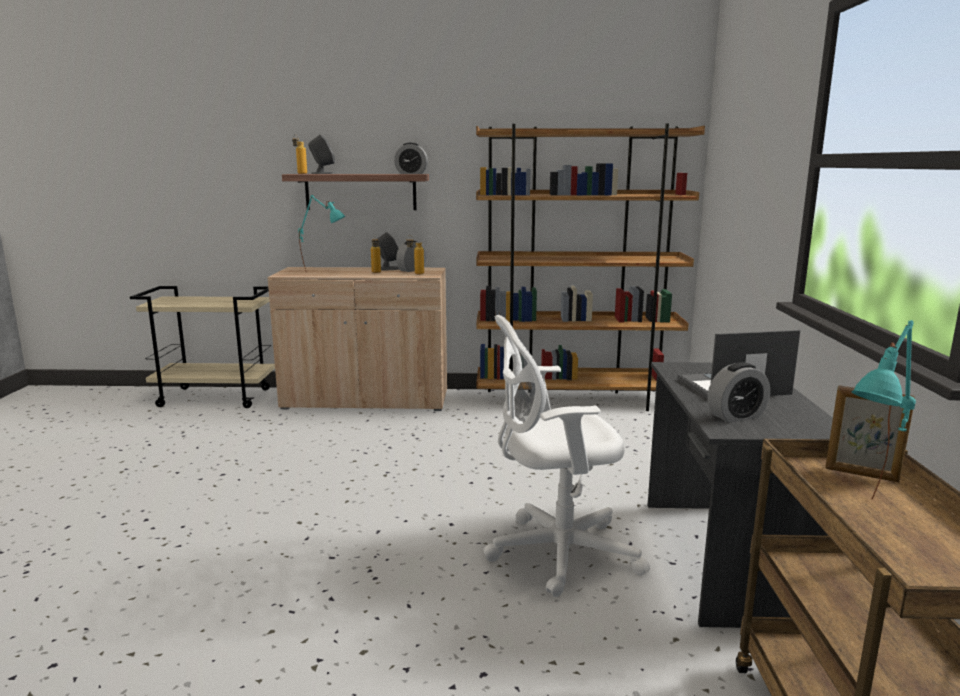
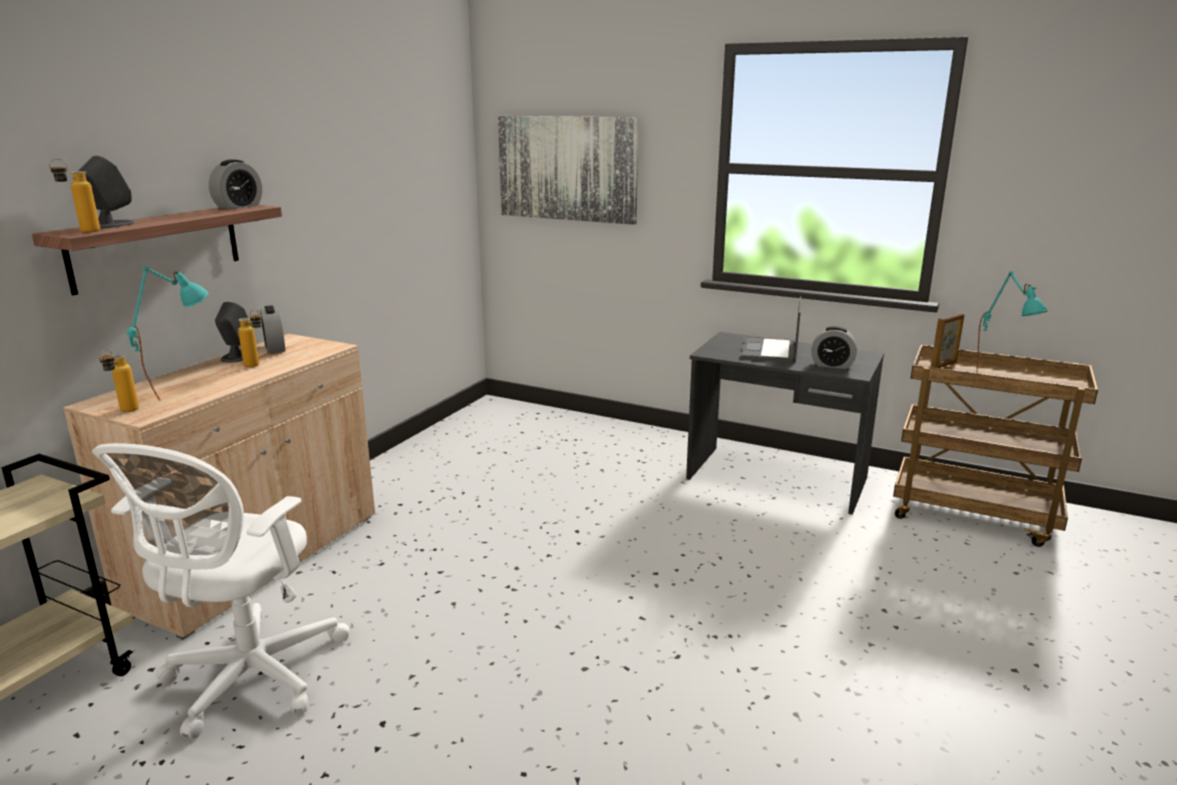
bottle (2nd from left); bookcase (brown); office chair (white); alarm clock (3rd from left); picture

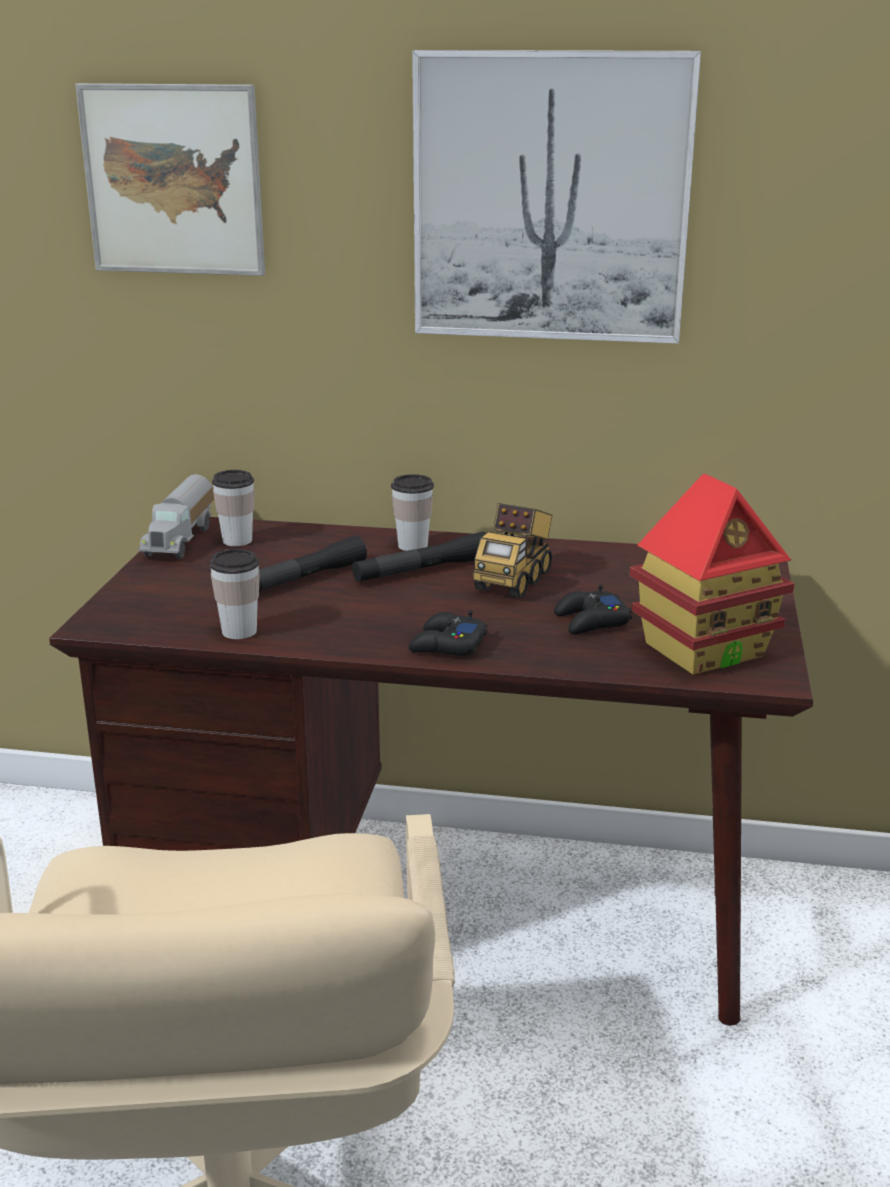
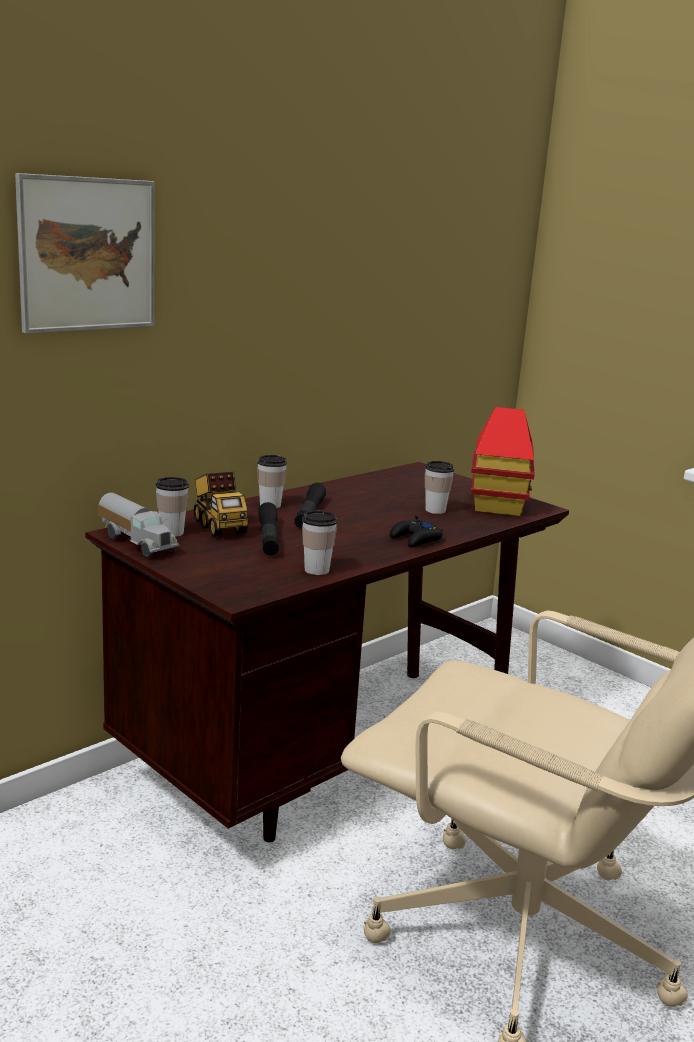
picture (2nd from left in the first image); toy truck (2nd from left); cup (4th from left)

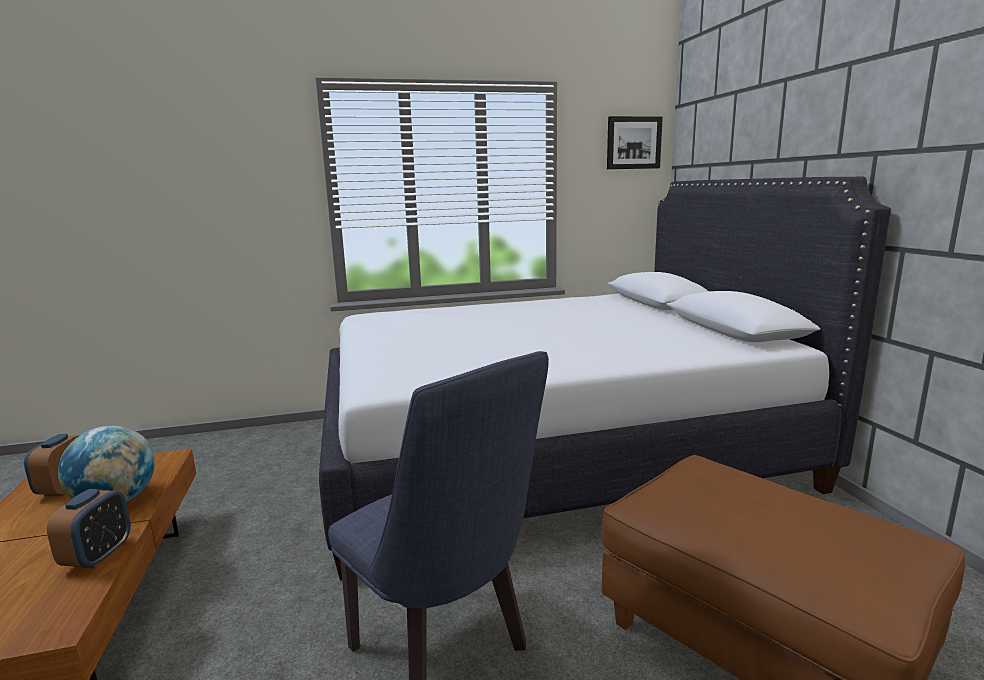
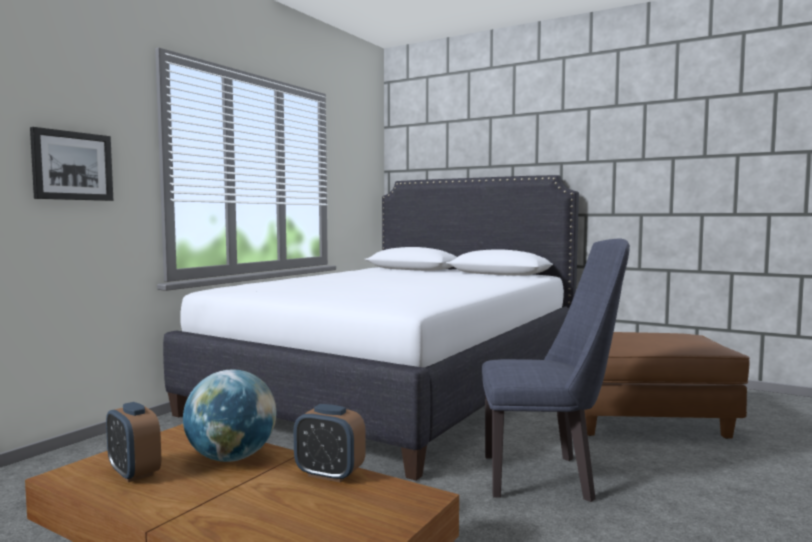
alarm clock (2nd from left); picture

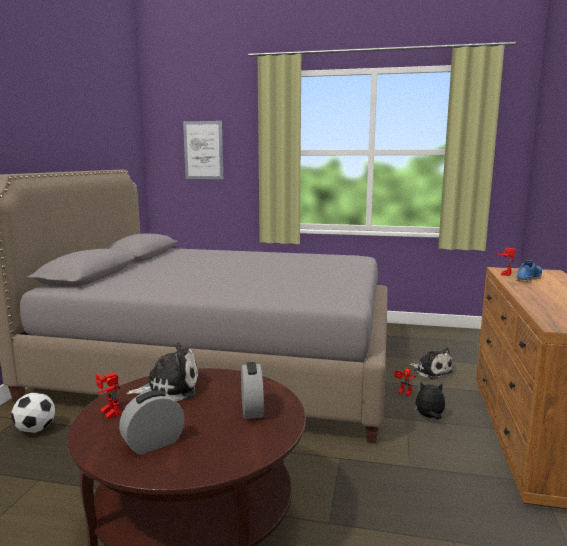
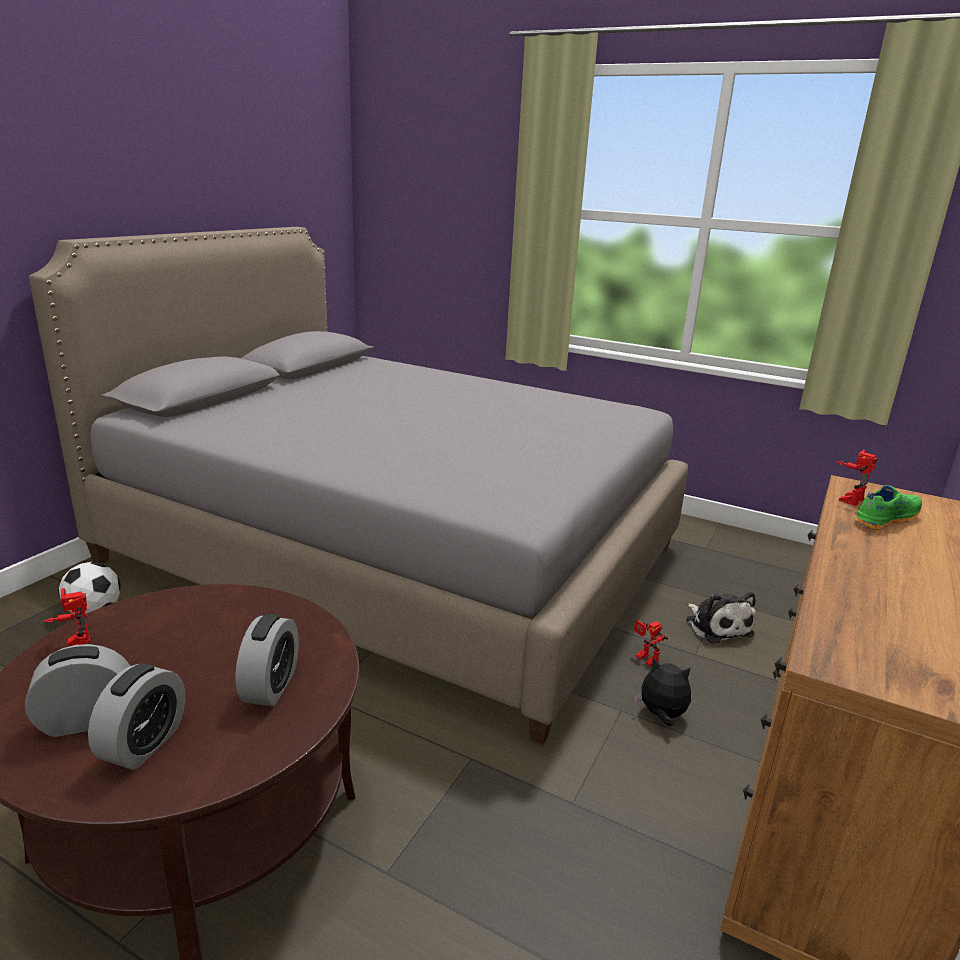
plush toy (1st from left in the first image); picture; shoe (green); alarm clock (2nd from left)

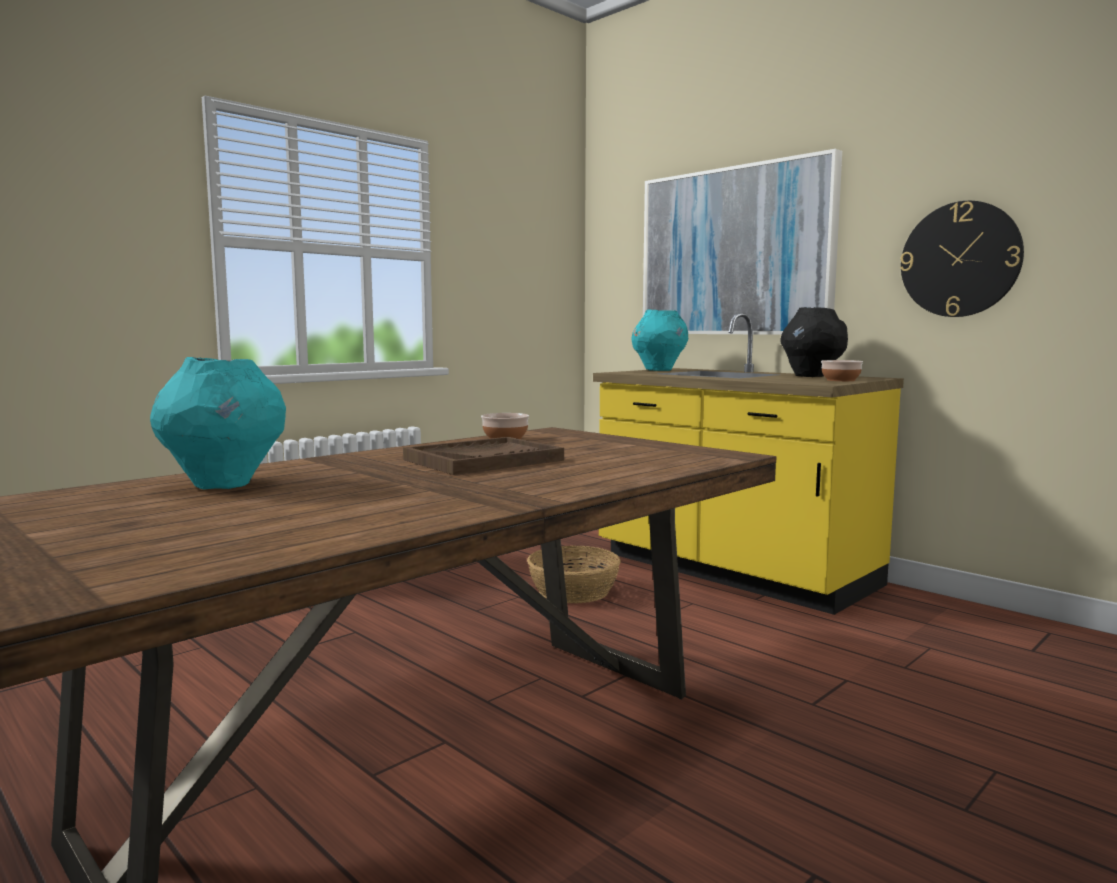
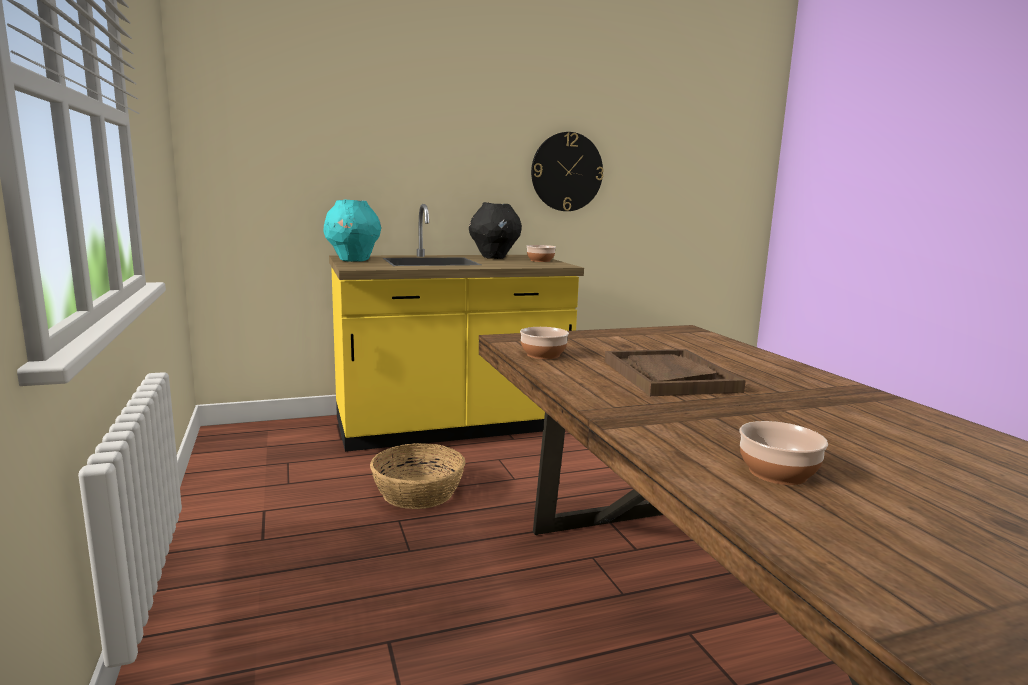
bowl (3rd from left); picture

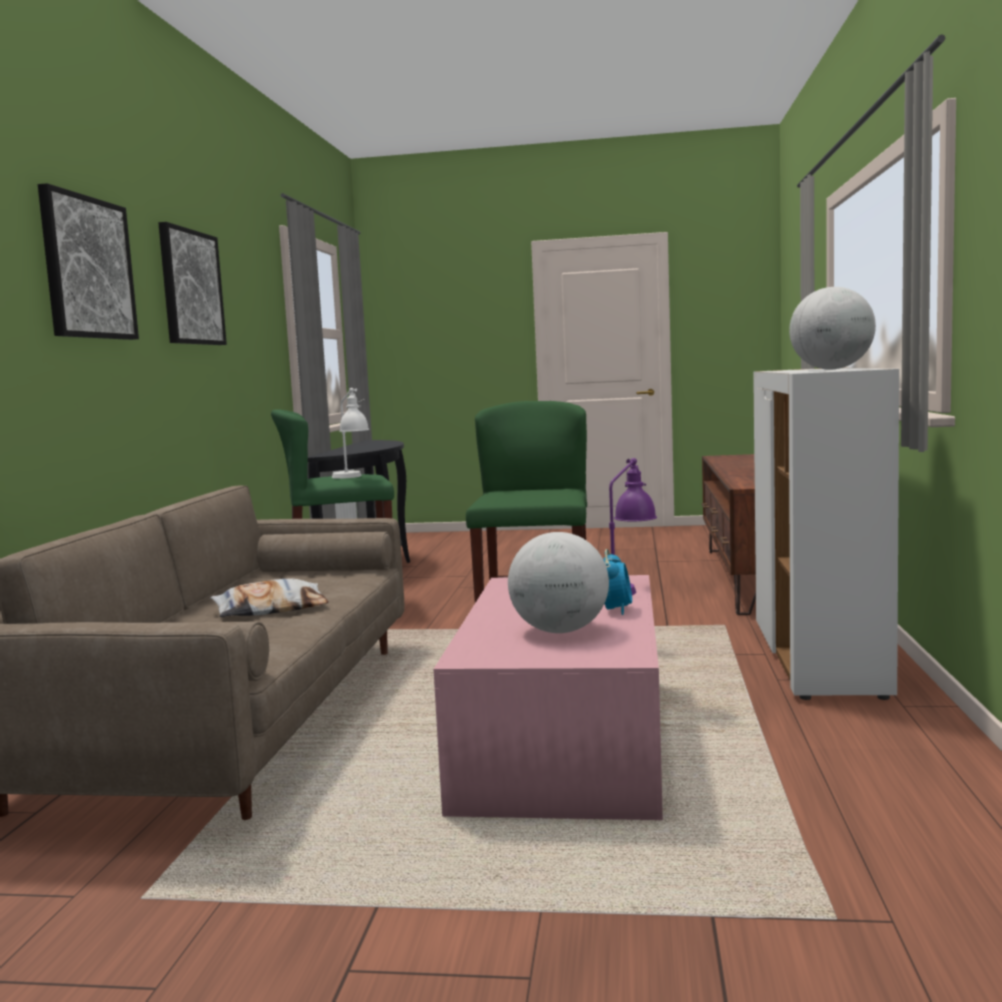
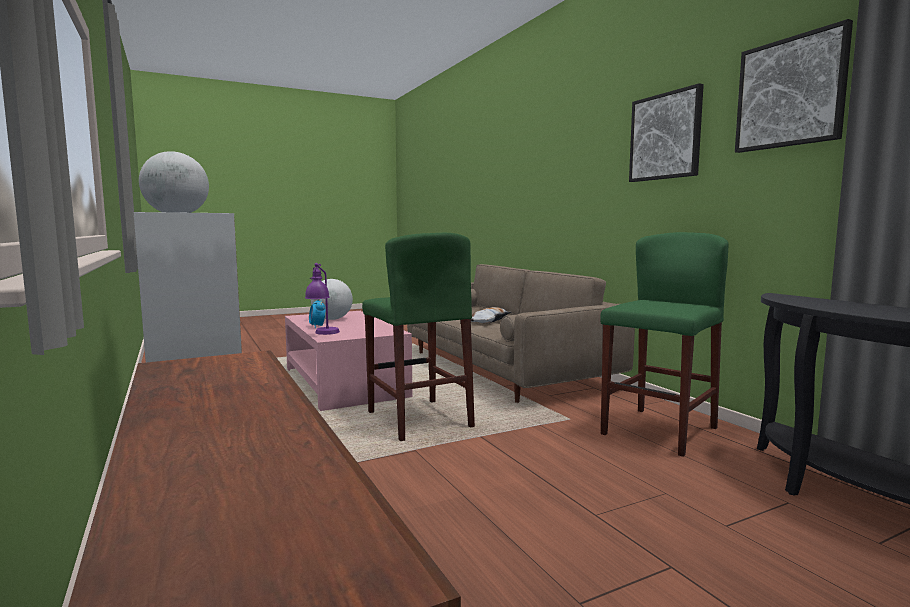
picture (2nd from left); table lamp (white)

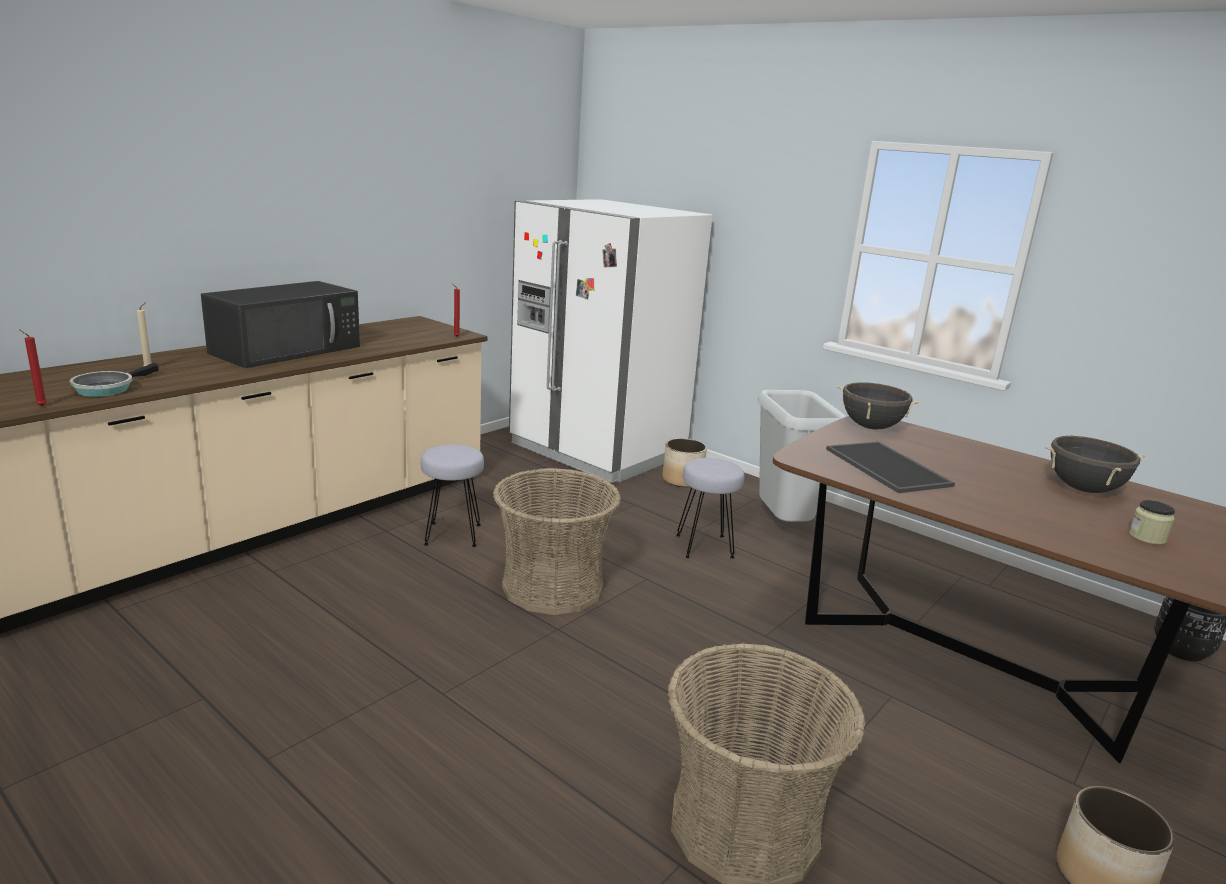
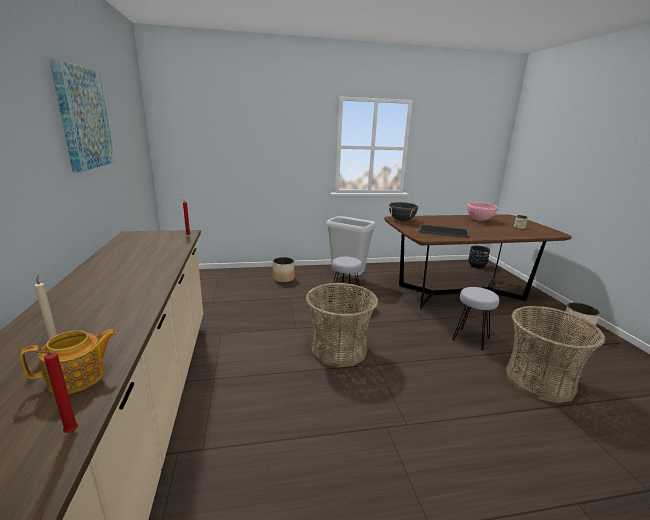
teapot; microwave (black); stool (grey) (2nd from left); fridge (white); cooking pot (pink); picture

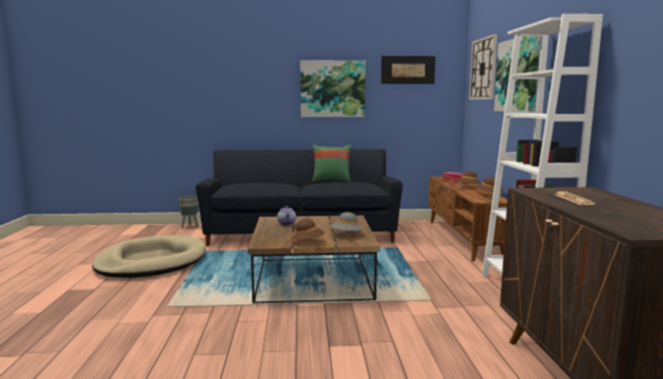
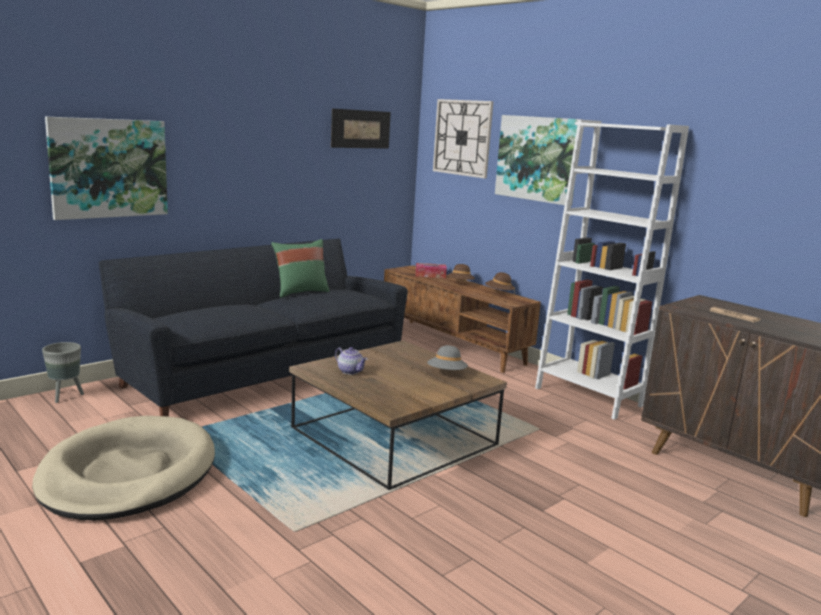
hat (brown) (1st from left in the first image); picture (1st from left)

